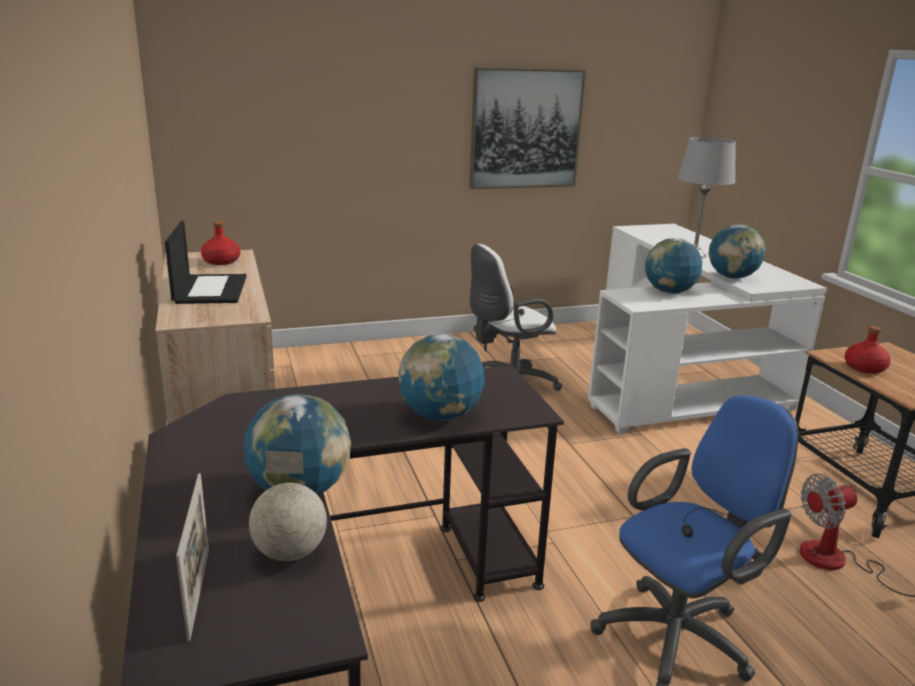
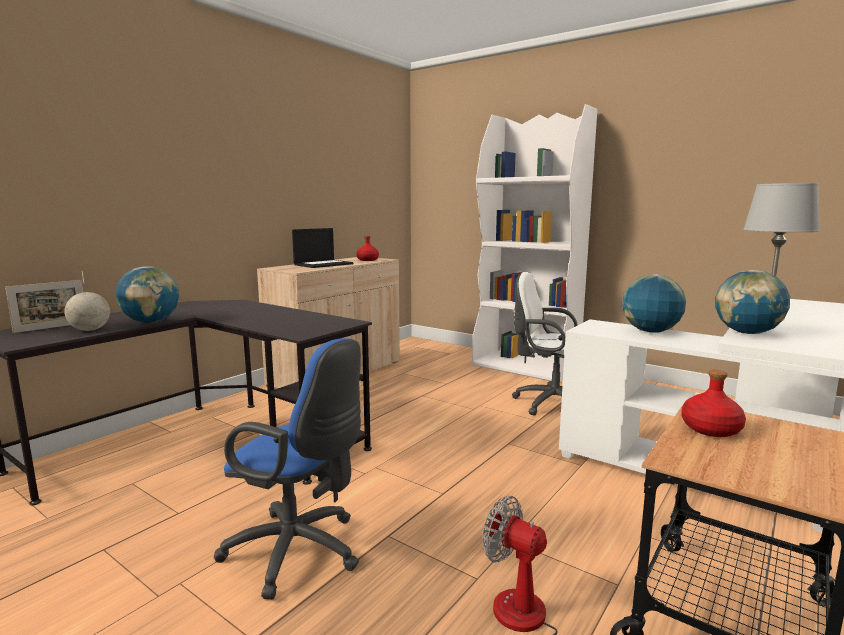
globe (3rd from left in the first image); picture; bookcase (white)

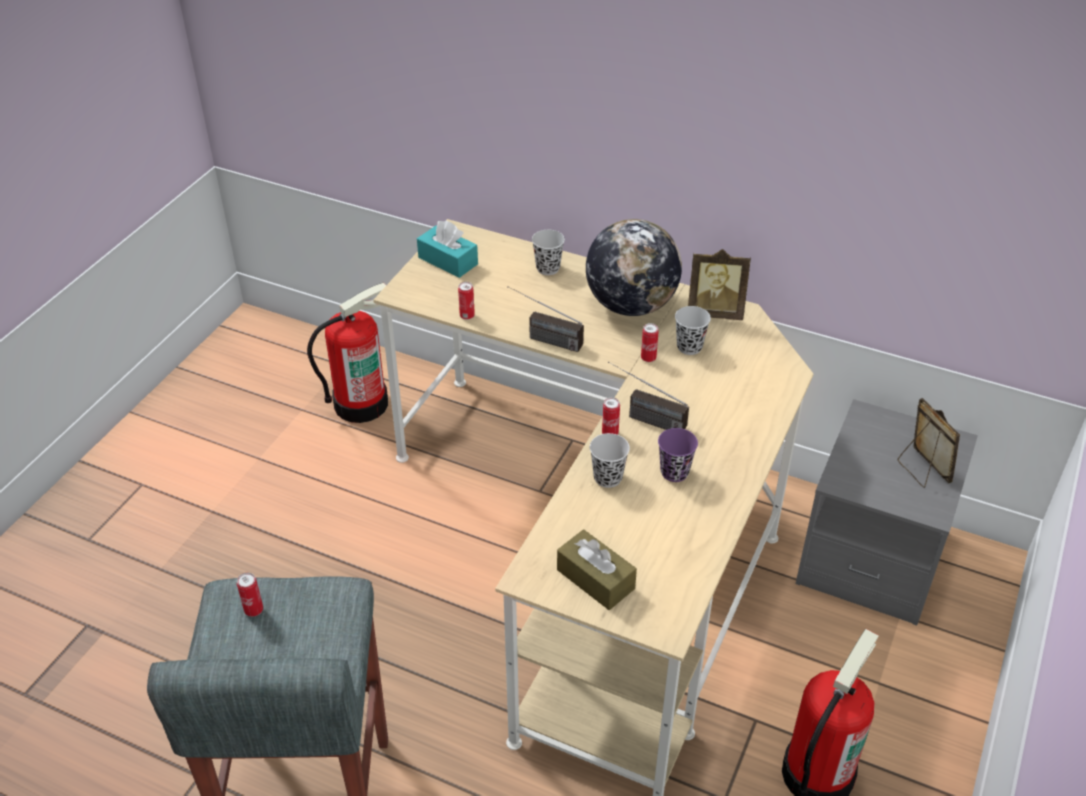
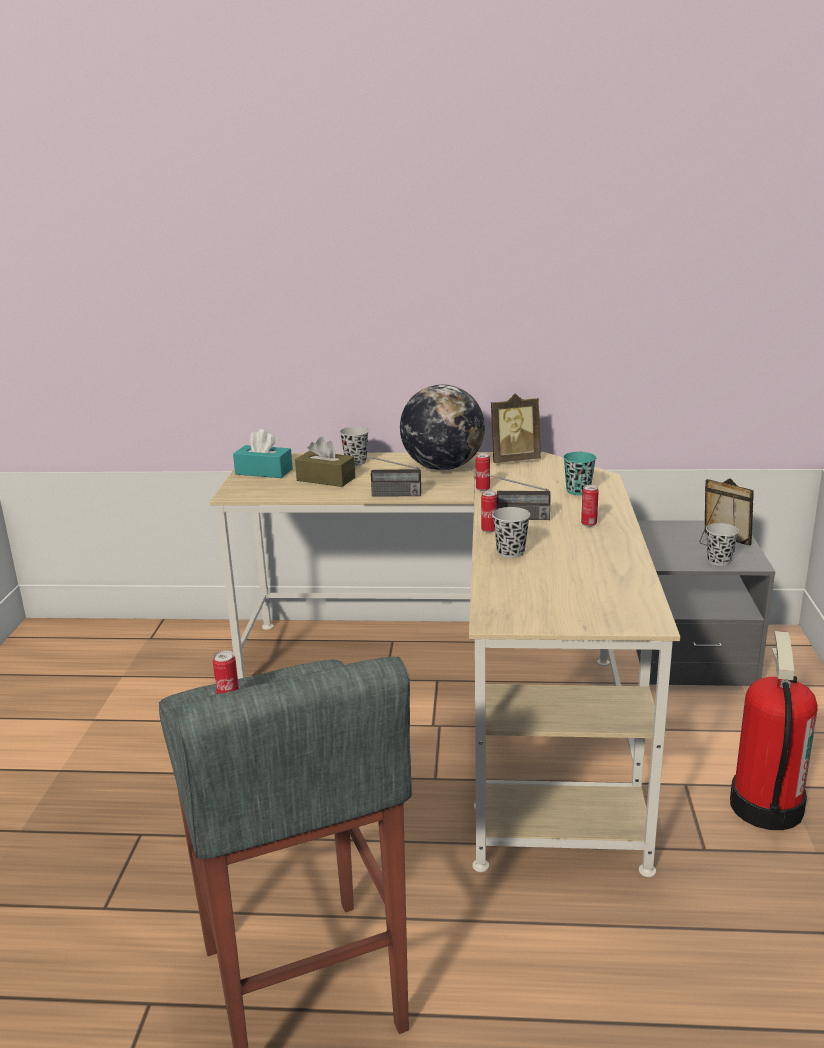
fire extinguisher (1st from left in the first image); can (4th from left); tissue box (brown); cup (purple); cup (black) (3rd from left); cup (turquoise)

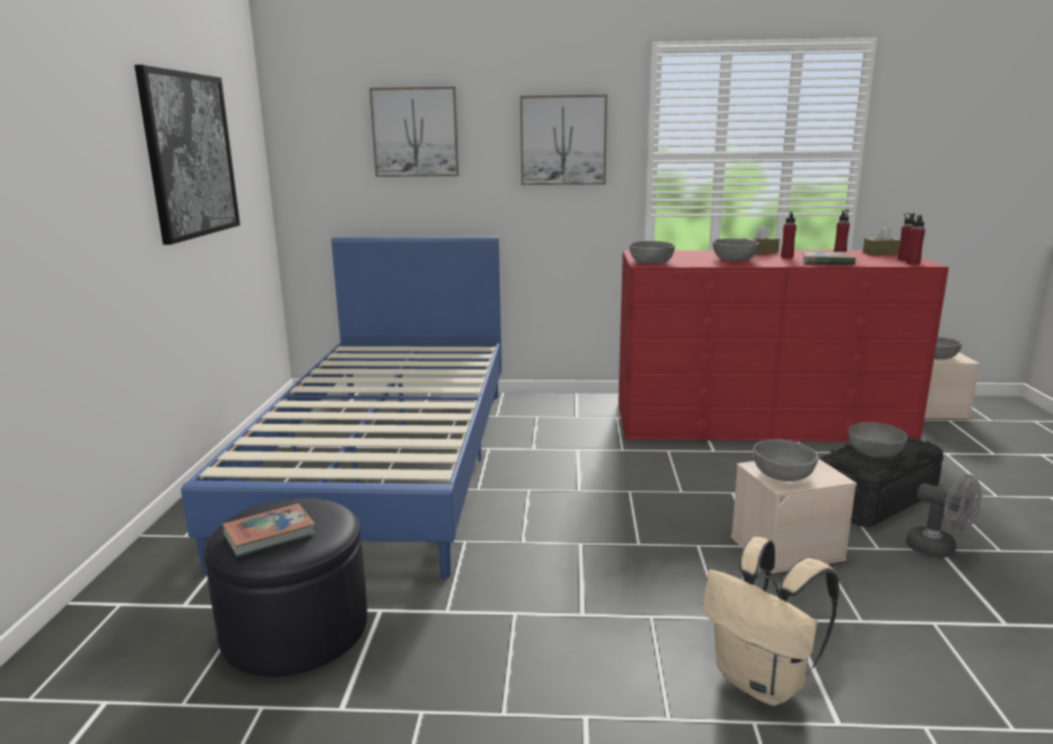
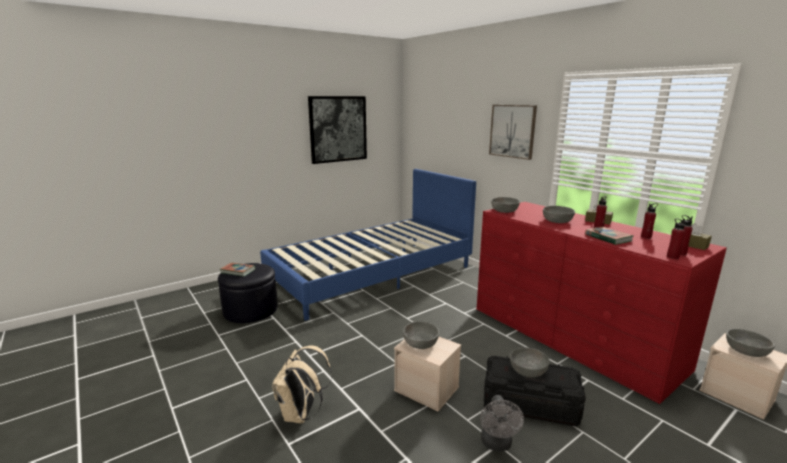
picture (2nd from left in the first image)

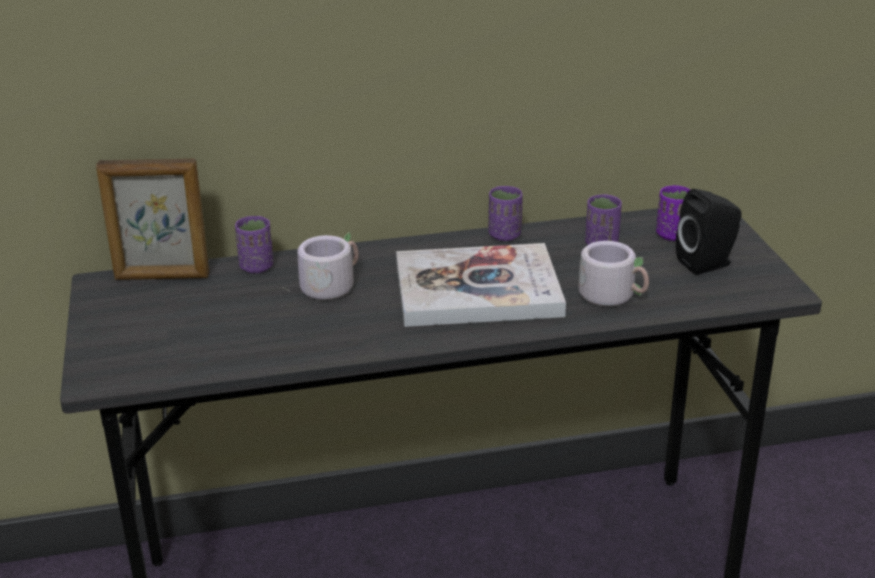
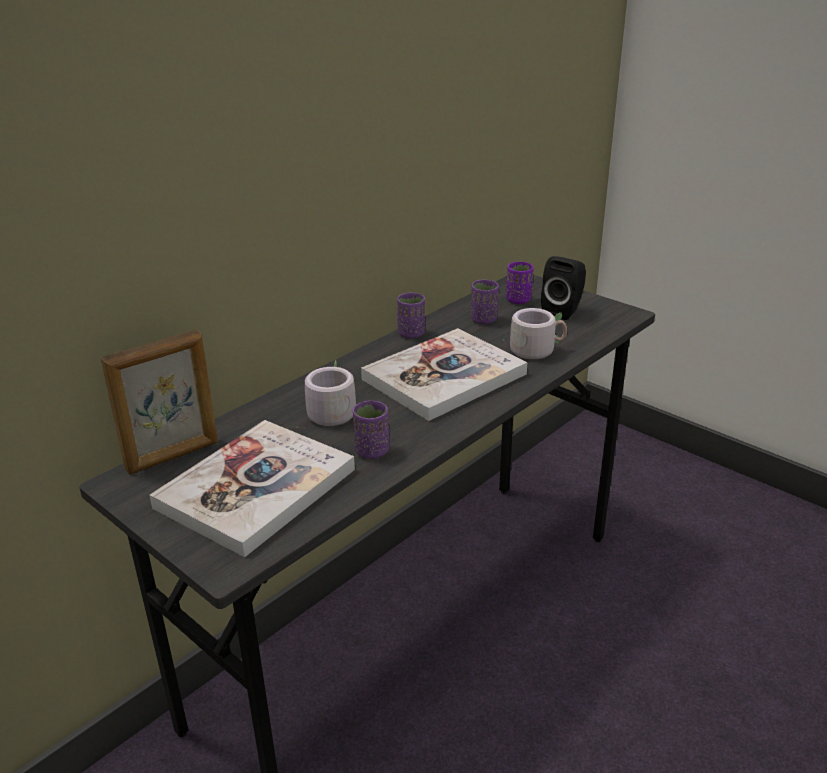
cup (purple) (1st from left); book (1st from left)

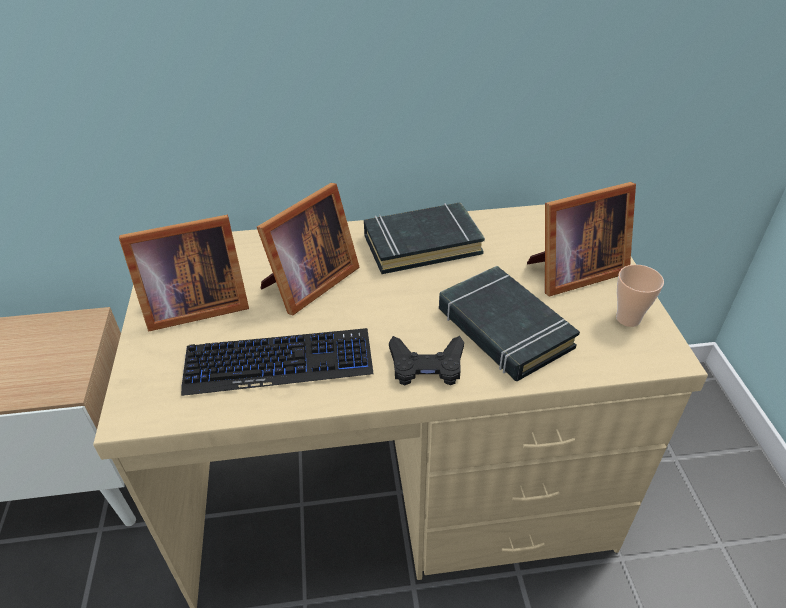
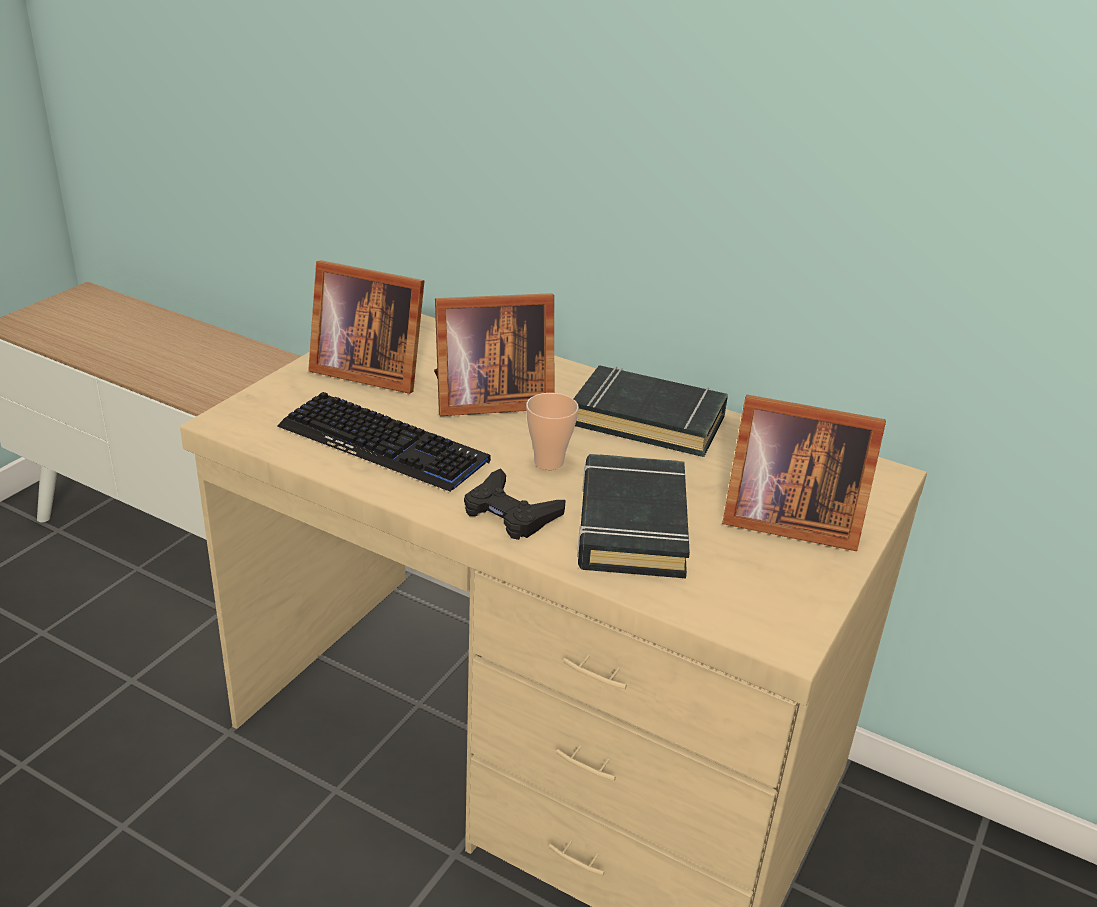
cup

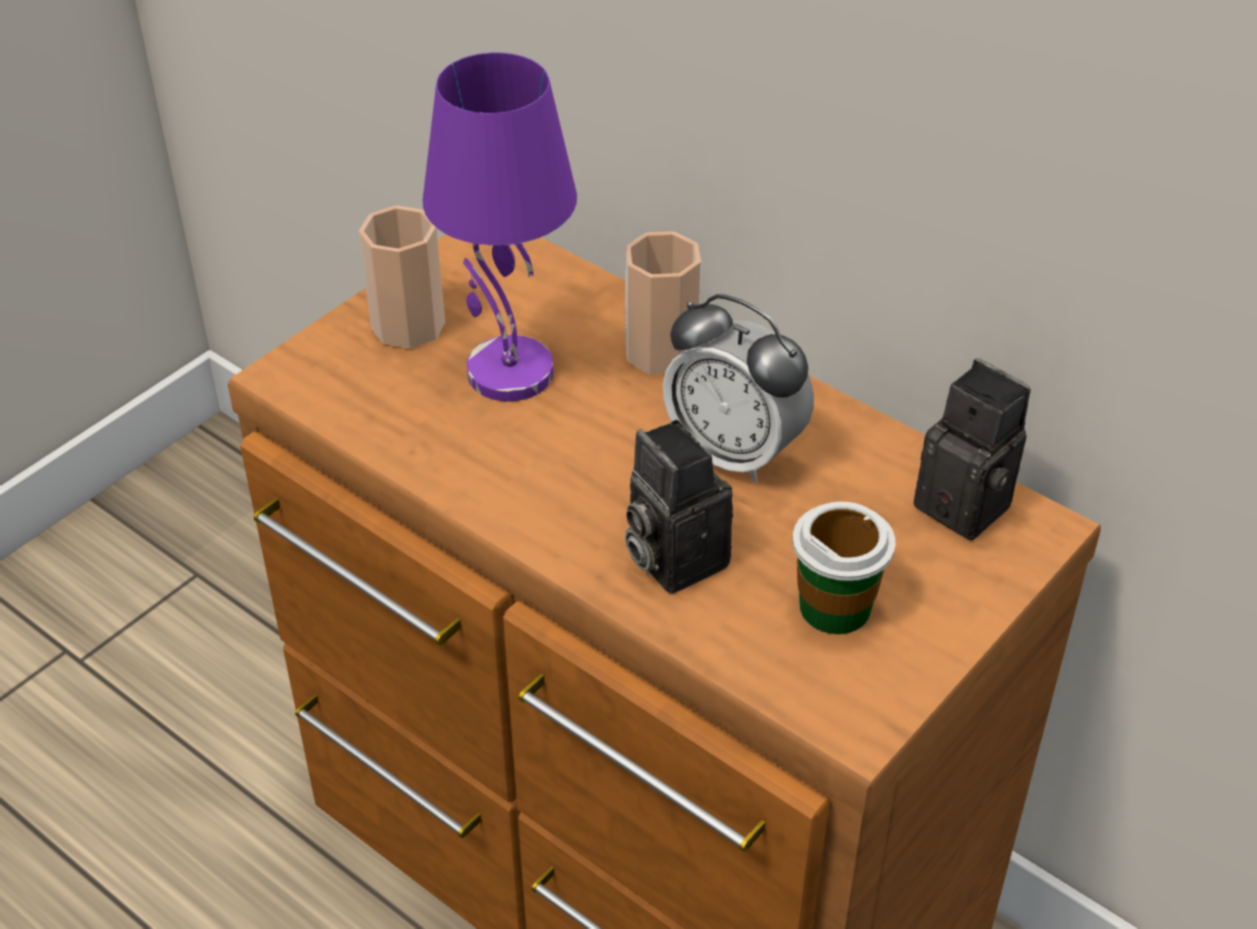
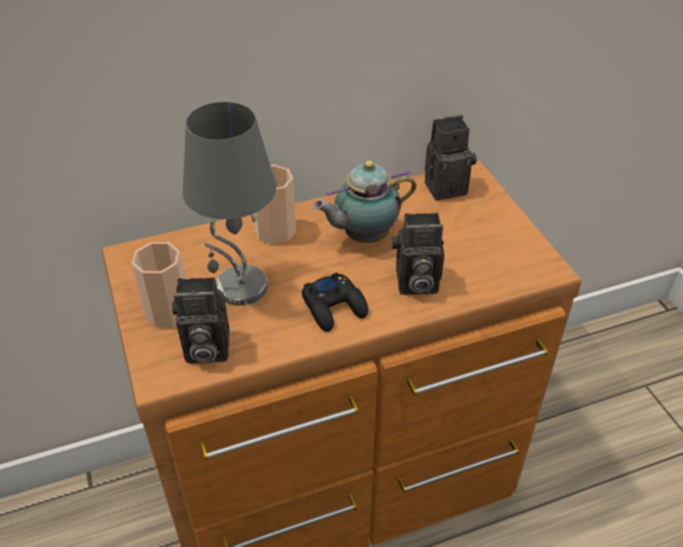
table lamp (grey); teapot; cup (3rd from left in the first image); photo camera (1st from left); game controller (black)

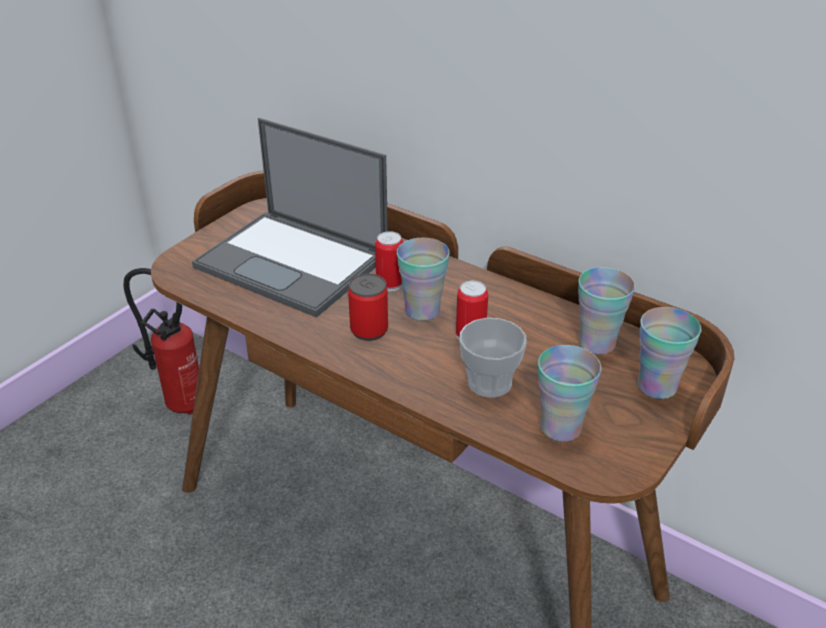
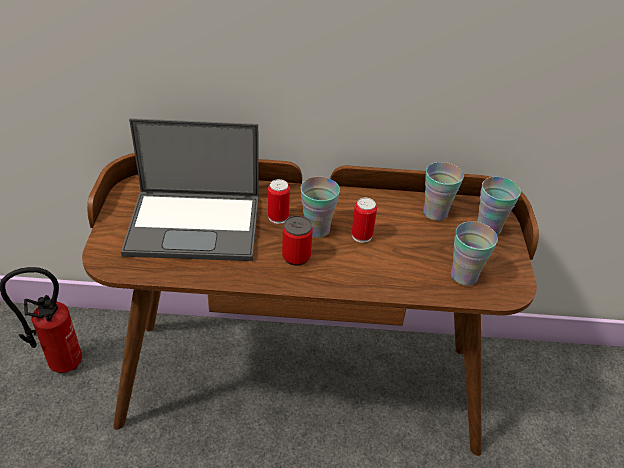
cup (2nd from left in the first image)

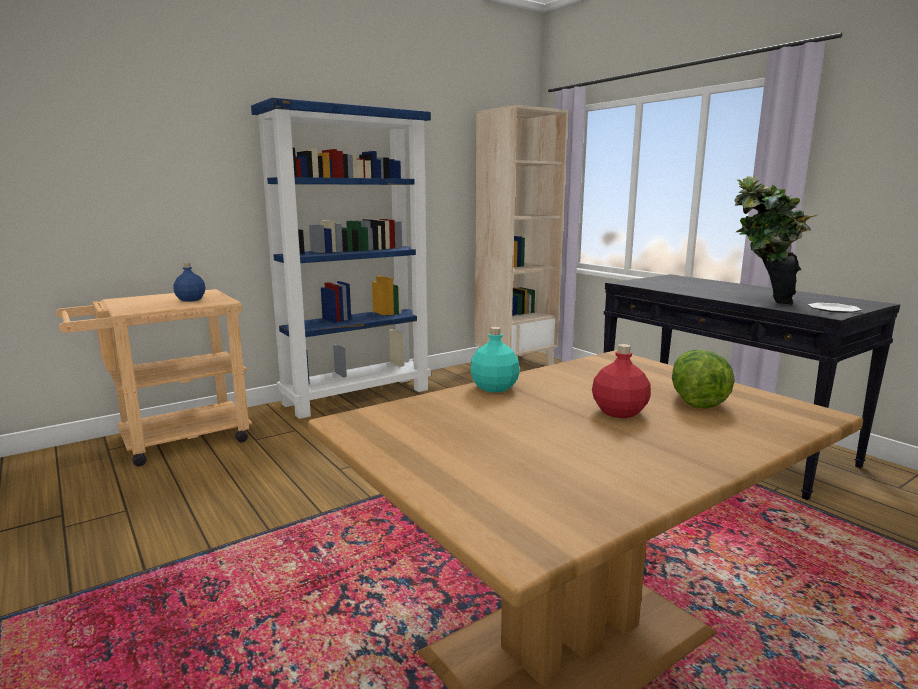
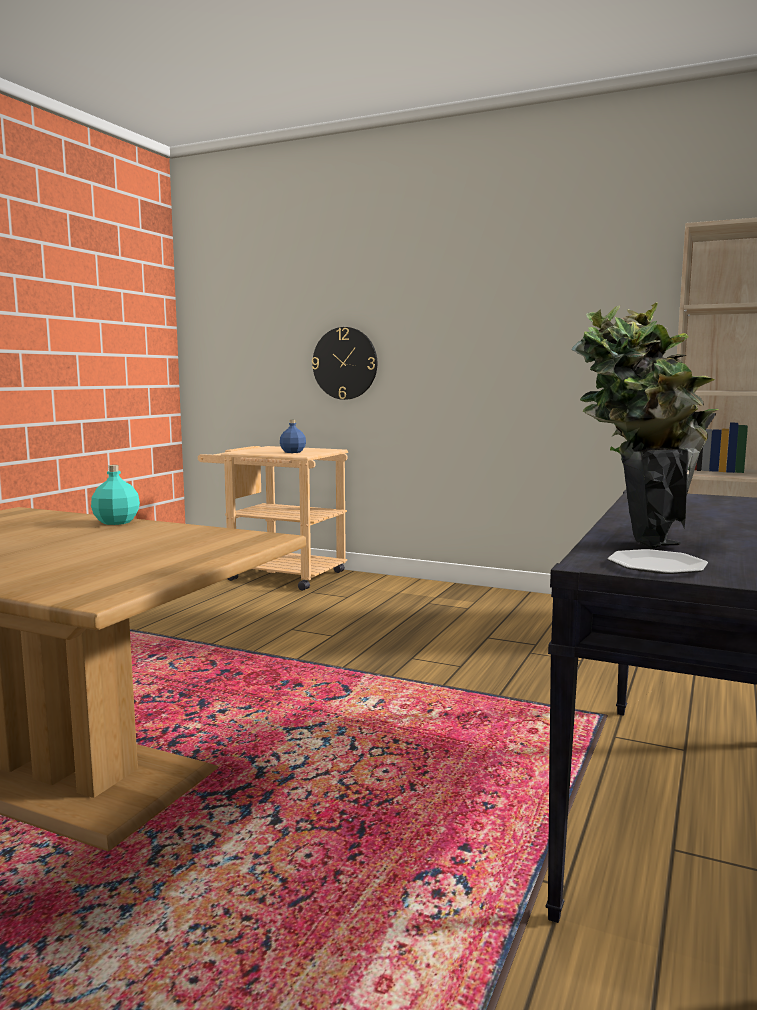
bookcase (blue); bottle (red); lettuce; wall clock

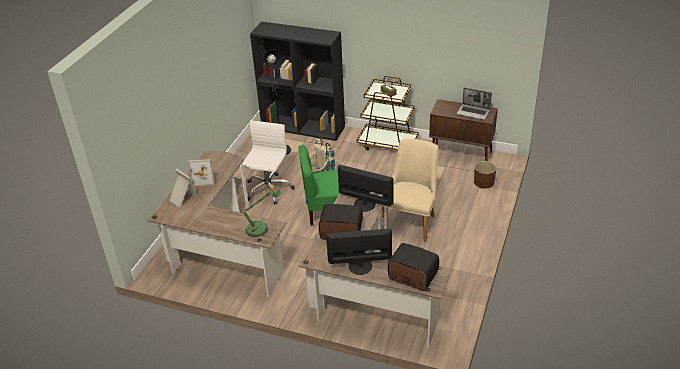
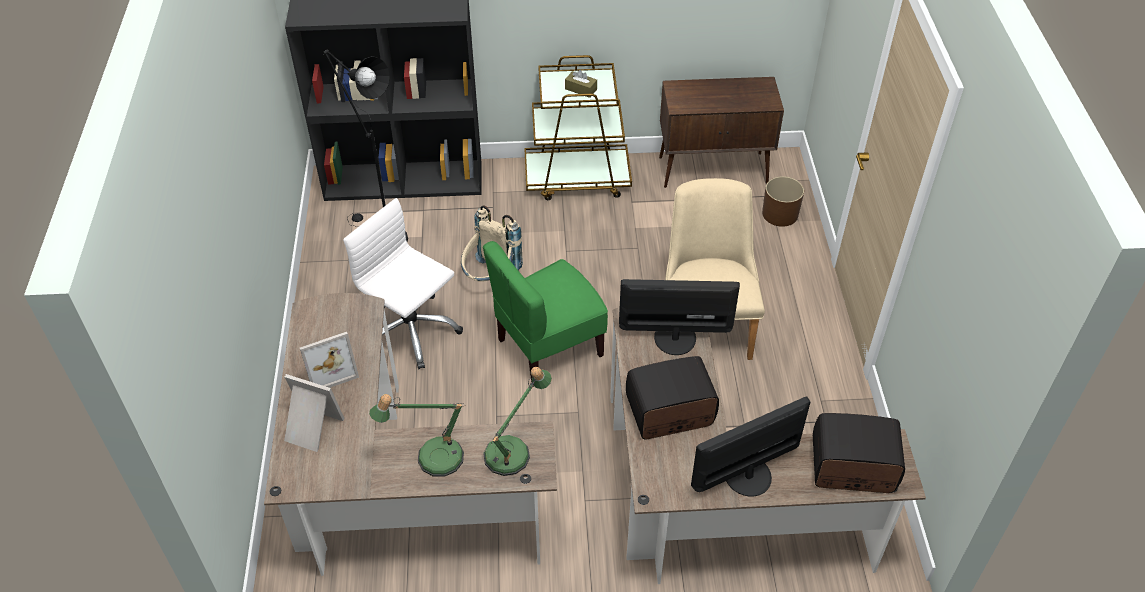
office chair (white); laptop; table lamp (1st from left)

